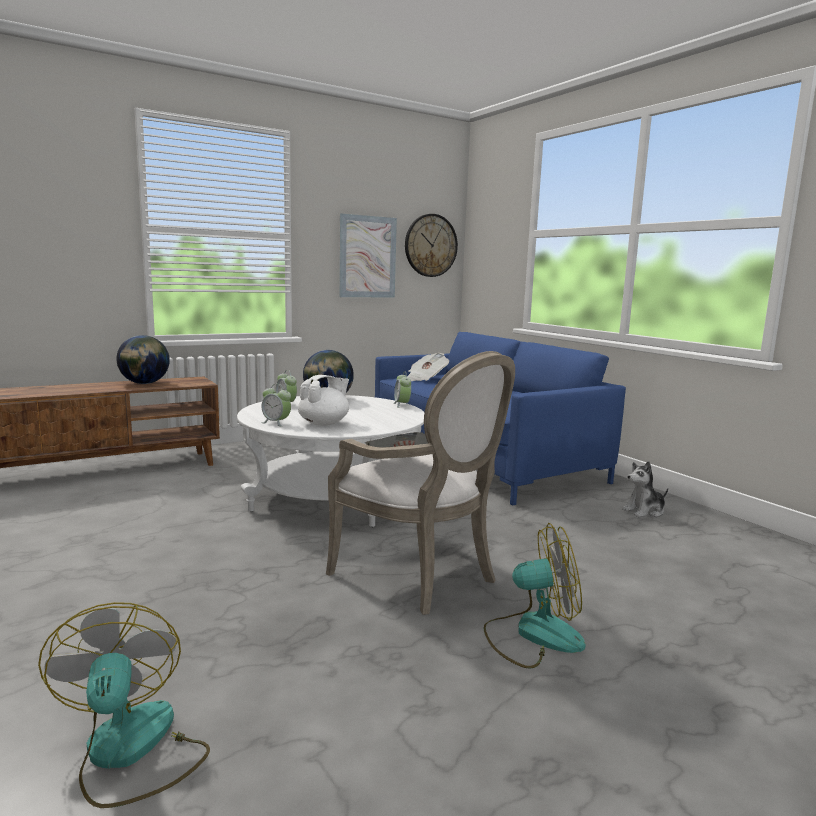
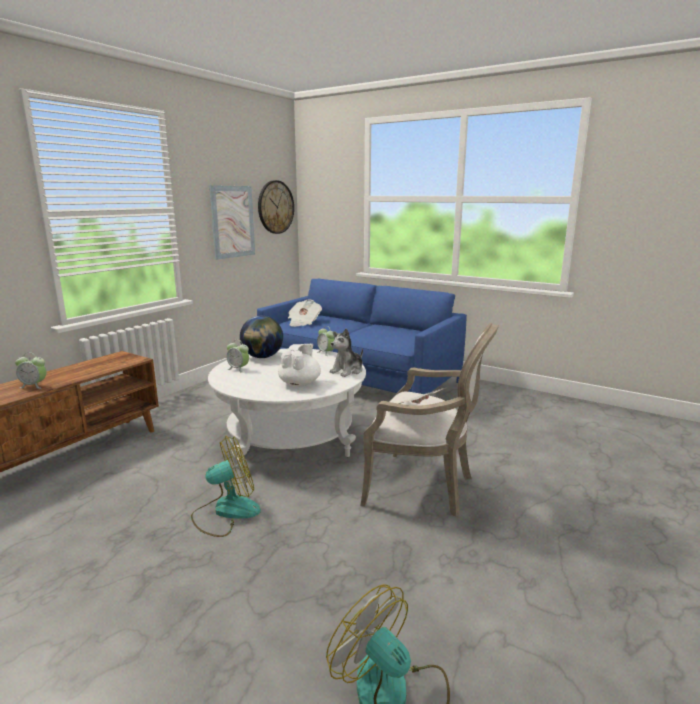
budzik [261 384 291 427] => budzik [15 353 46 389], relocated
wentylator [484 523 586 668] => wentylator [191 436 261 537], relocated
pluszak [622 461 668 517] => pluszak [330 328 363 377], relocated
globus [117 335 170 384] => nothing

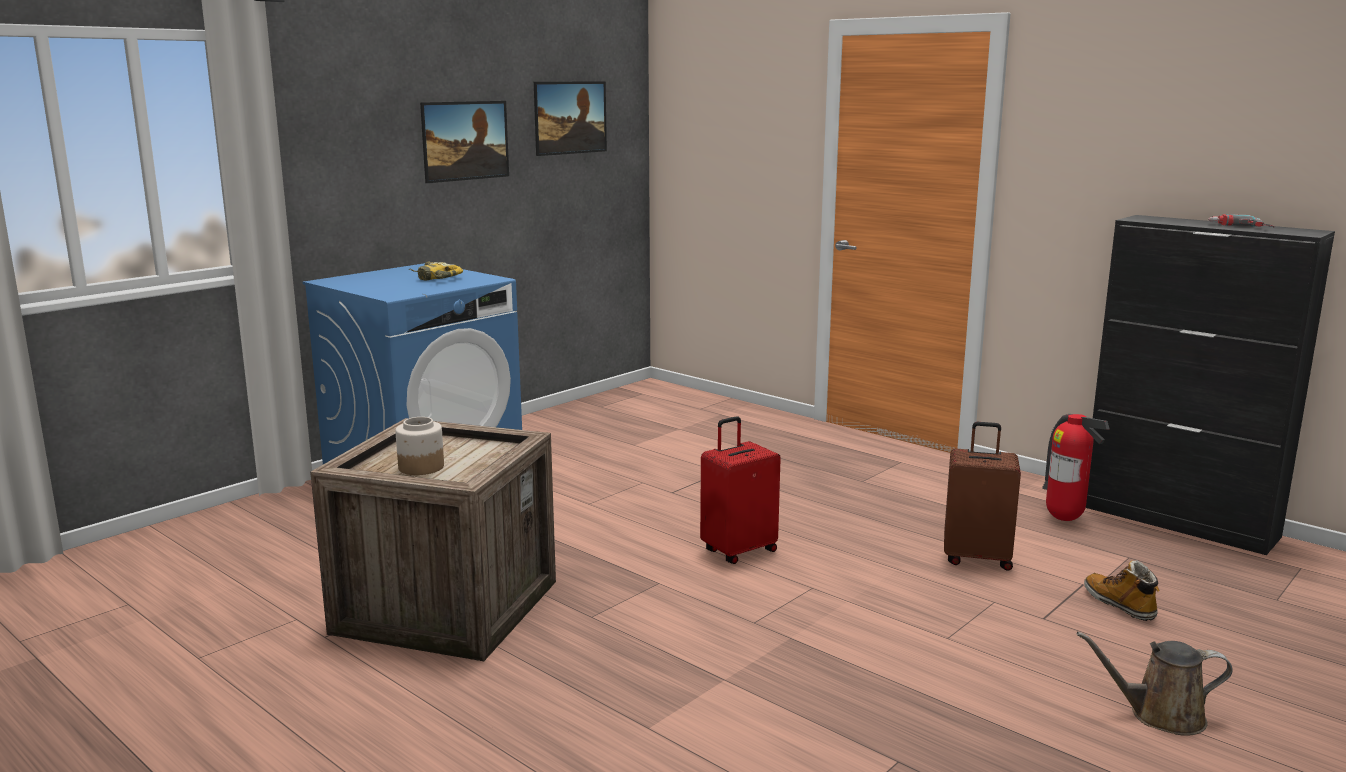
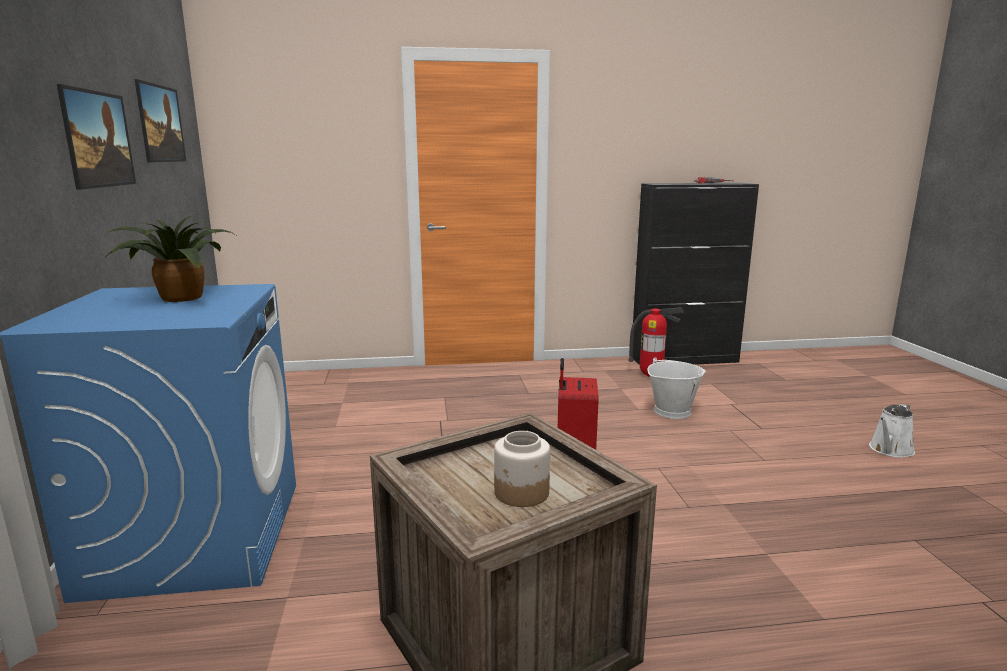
wiertarka [409 262 463 280] => roślina doniczkowa [104 215 236 302]
walizka [brązowy] [944 422 1021 571] => wiadro [biały] [647 357 706 419]
konewka [brązowy] [1077 632 1233 736] => konewka [biały] [869 404 915 458]
but z cholewką [1084 560 1160 621] => nothing

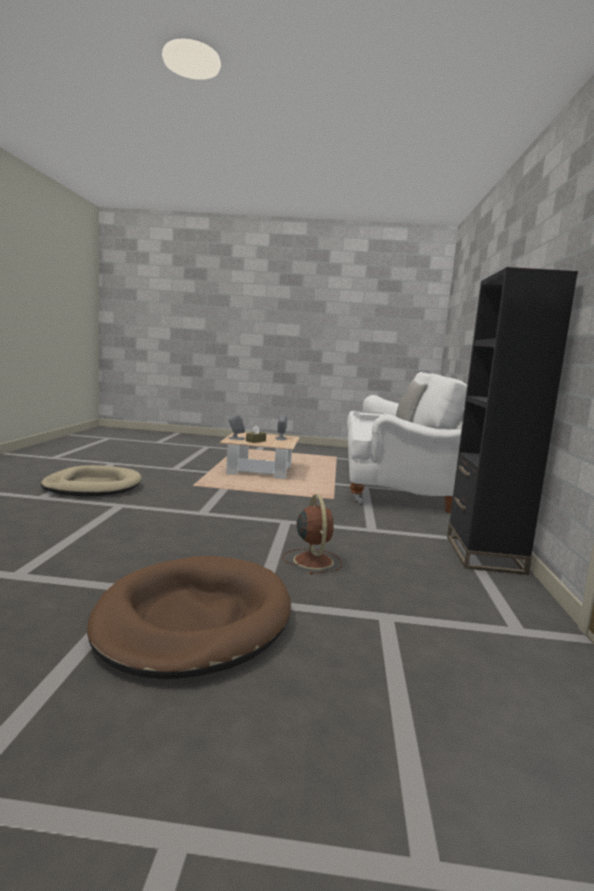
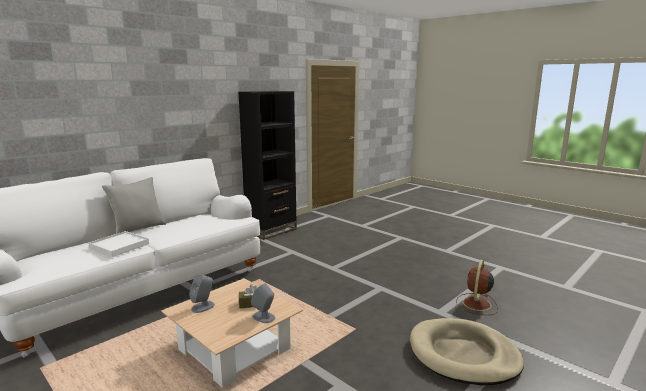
wentylator [brązowy] [283 494 342 575] => wentylator [brązowy] [456 260 498 315], relocated
legowisko [brązowy] [87 556 291 679] => nothing

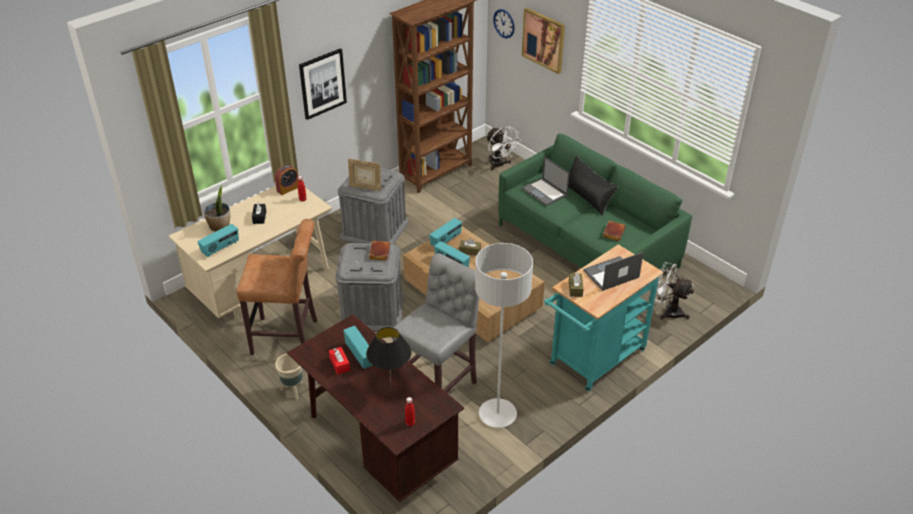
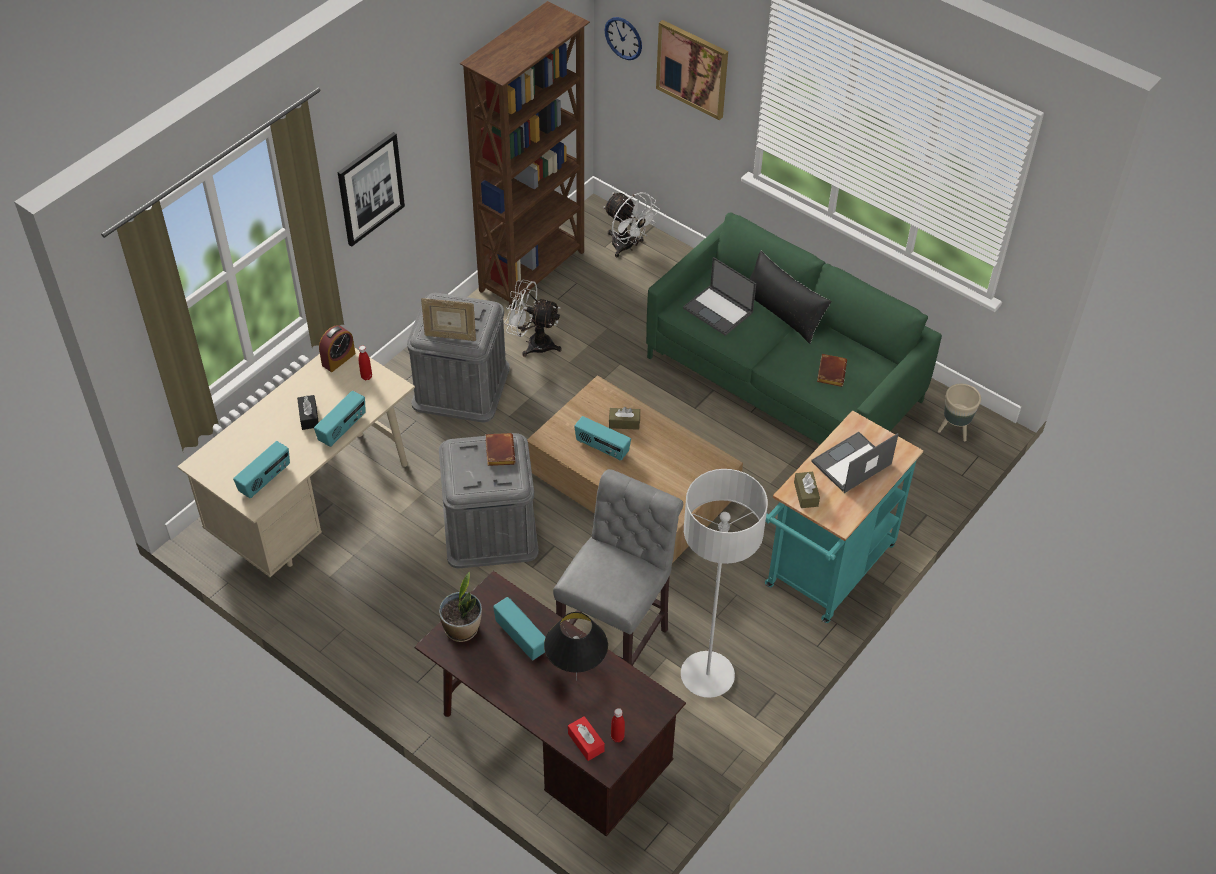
radio [429 218 462 246] => radio [314 391 366 447], relocated
roślina doniczkowa [204 185 230 232] => roślina doniczkowa [439 571 482 642], relocated
wentylator [biały] [655 262 694 320] => wentylator [biały] [504 280 562 357], relocated
pudełko chusteczek [czerwony] [329 347 350 374] => pudełko chusteczek [czerwony] [568 716 605 761], relocated
donica [beżowy] [275 354 303 400] => donica [beżowy] [938 384 981 442], relocated
stołek [brązowy] [237 219 317 355] => nothing

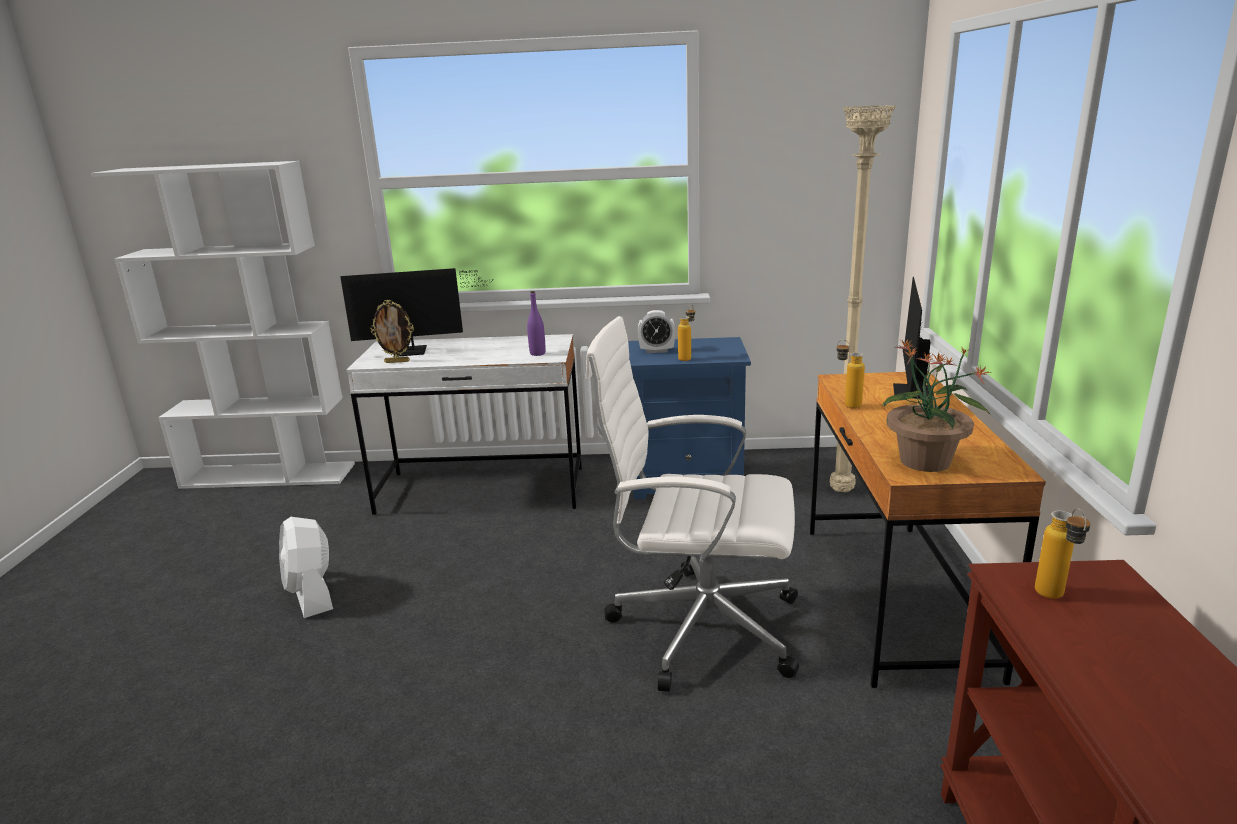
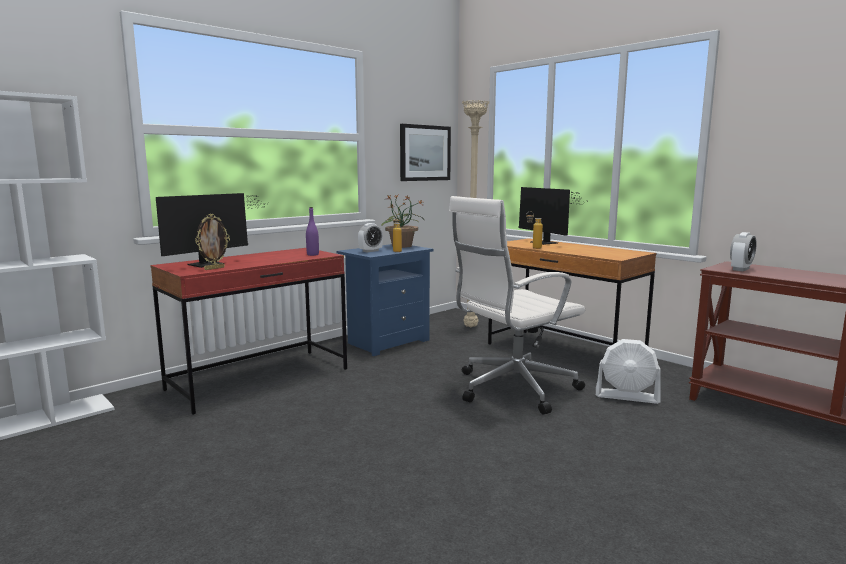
biurko [biały] [346 334 582 515] => biurko [czerwony] [150 248 347 415]
roślina doniczkowa [882 339 992 472] => roślina doniczkowa [381 194 424 248], relocated
nothing => obraz [400 124 451 181]
wentylator [biały] [279 517 333 618] => wentylator [biały] [596 339 661 404], relocated
butelka [1035 508 1091 599] => budzik [730 232 757 271]

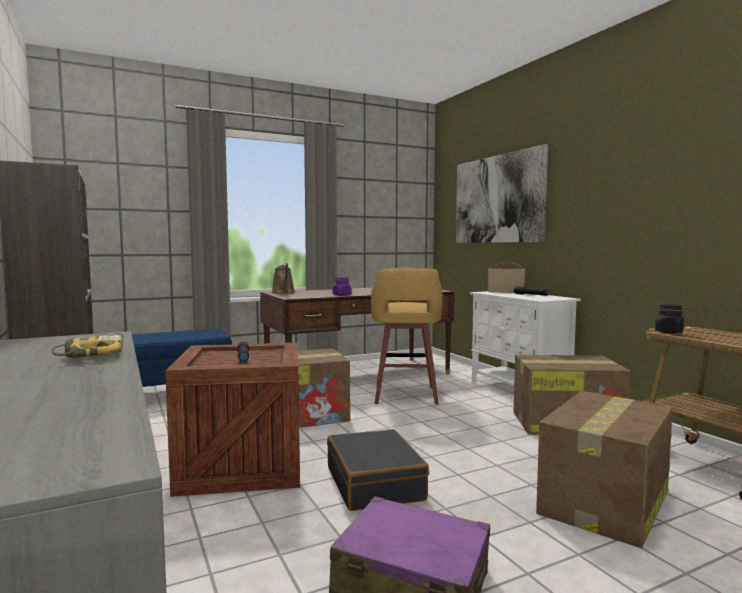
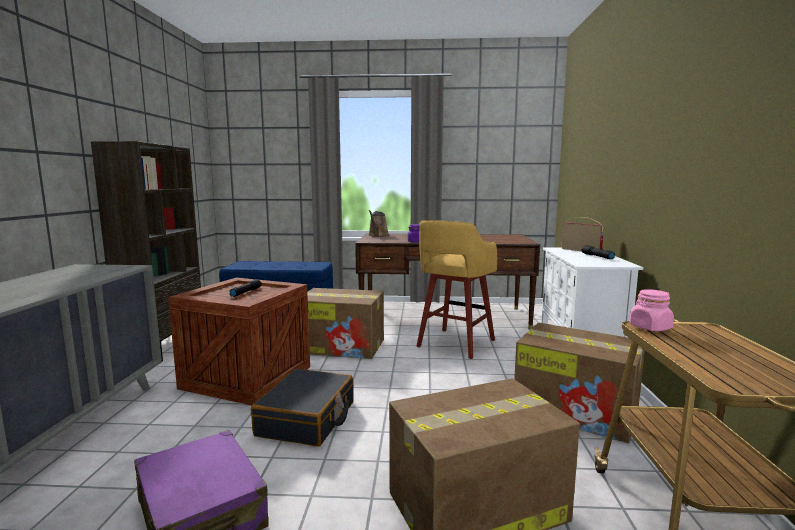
słoik [czarny] [655 304 684 333] => słoik [różowy] [629 289 674 331]
wiertarka [52 333 124 358] => nothing
obraz [456 144 548 243] => nothing

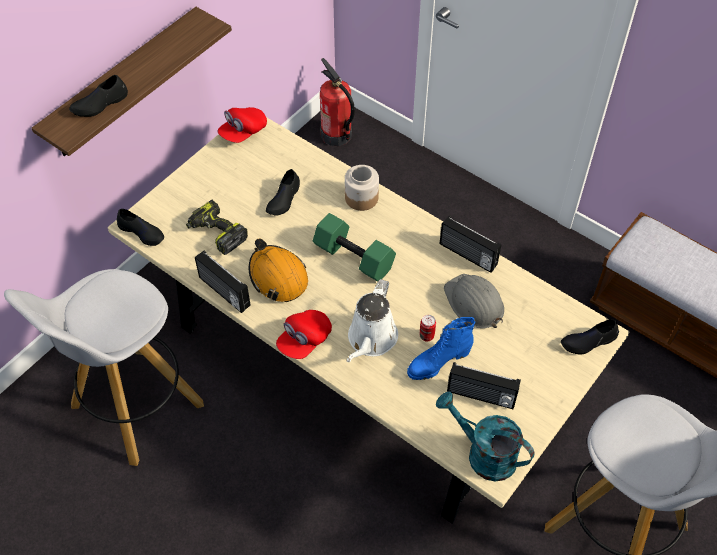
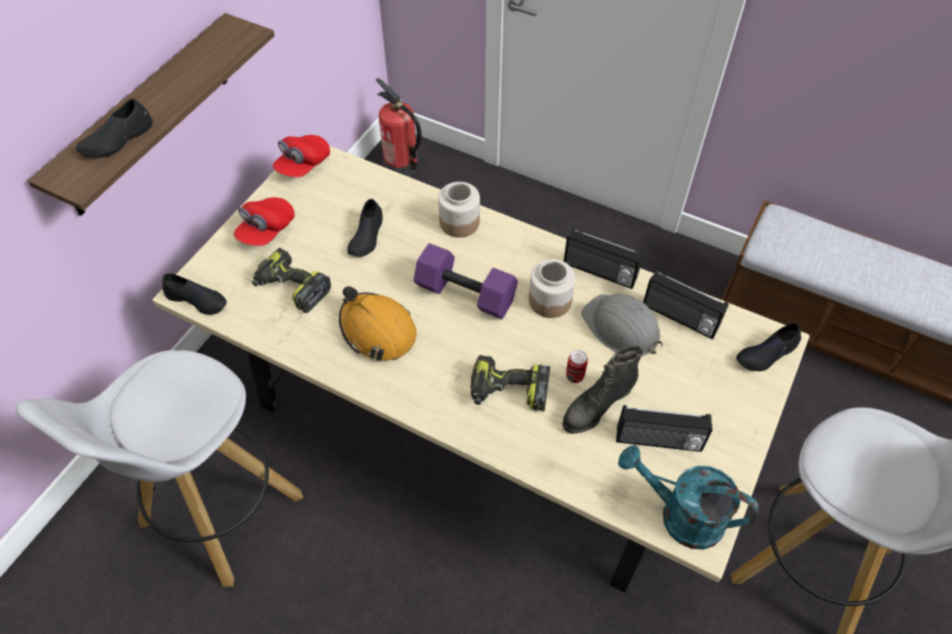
czapka z daszkiem [czerwony] [276 310 332 359] => czapka z daszkiem [czerwony] [234 197 294 246], relocated
hantel [zielony] [313 213 396 282] => hantel [fioletowy] [413 243 518 319]
konewka [biały] [346 279 398 362] => wiertarka [471 355 550 412]
nothing => słoik [529 259 575 318]
but z cholewką [niebieski] [407 317 476 380] => but z cholewką [czarny] [562 345 643 434]
radio [195 251 251 313] => radio [643 270 729 339], relocated

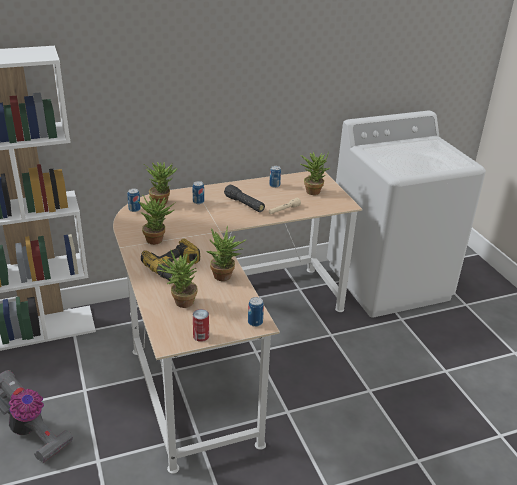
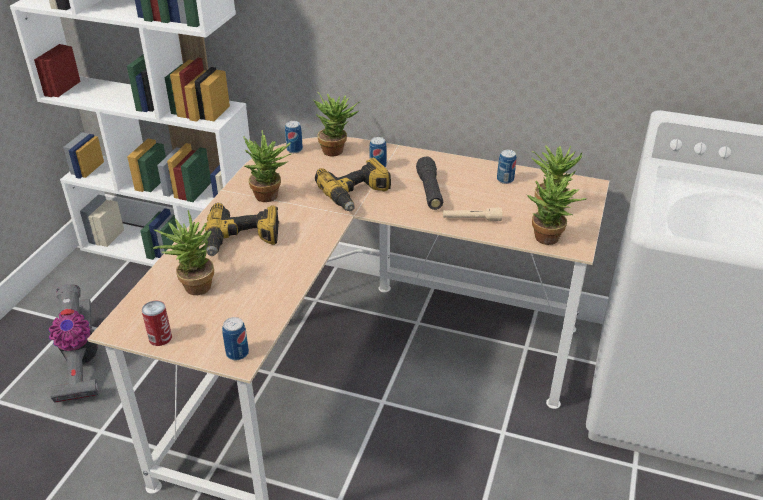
nothing => wiertarka [315 158 391 211]
roślina doniczkowa [206 226 247 281] => roślina doniczkowa [527 169 587 245], relocated

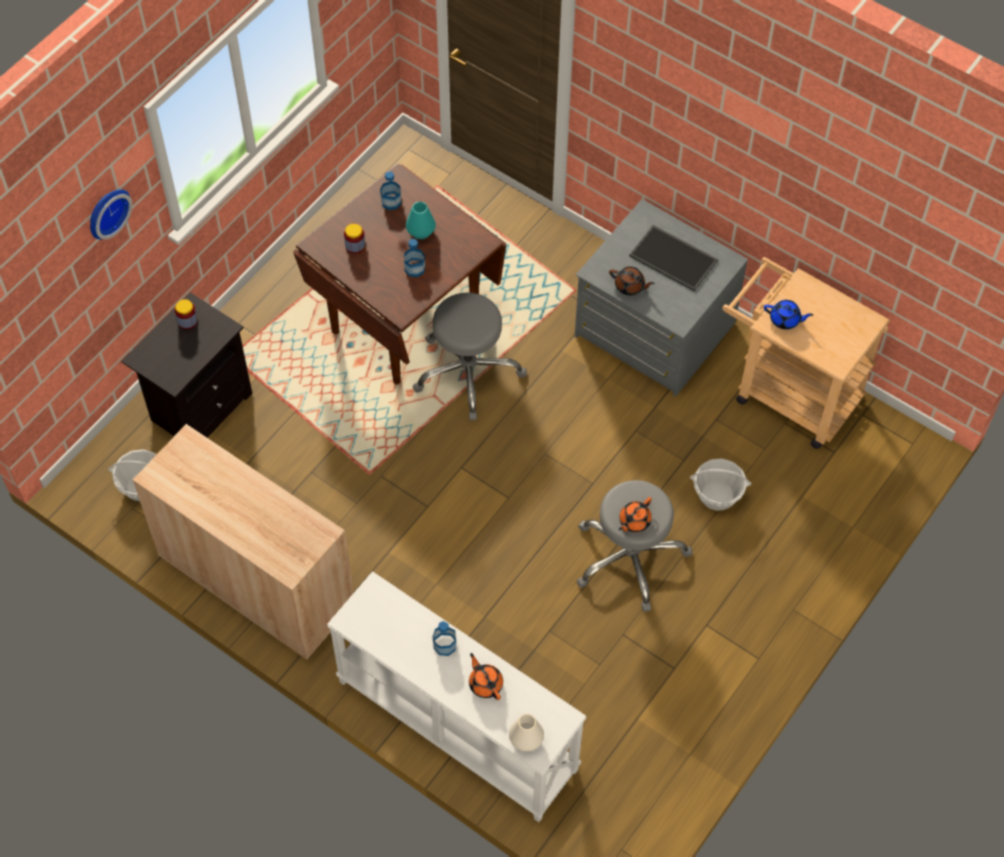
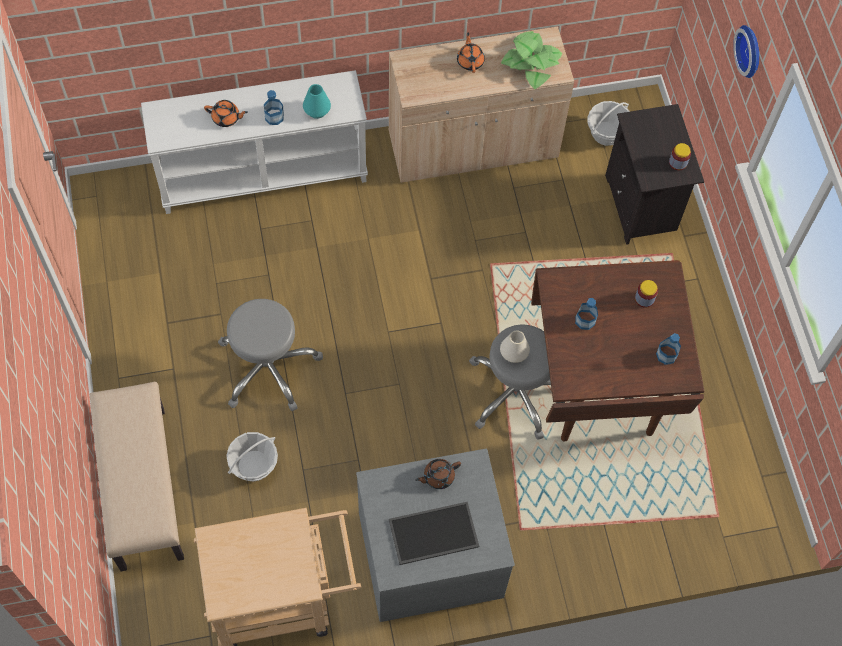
nothing => ławka [beżowy] [90 382 184 571]
wazon [turkusowy] [406 202 436 239] => wazon [turkusowy] [303 84 331 119], relocated
imbryk [pomarańczowy] [619 497 652 532] => imbryk [pomarańczowy] [457 33 485 73], relocated
wazon [biały] [509 714 544 751] => wazon [biały] [500 330 530 363], relocated
nothing => roślina doniczkowa [501 31 563 89]
imbryk [niebieski] [764 300 813 329] => nothing

